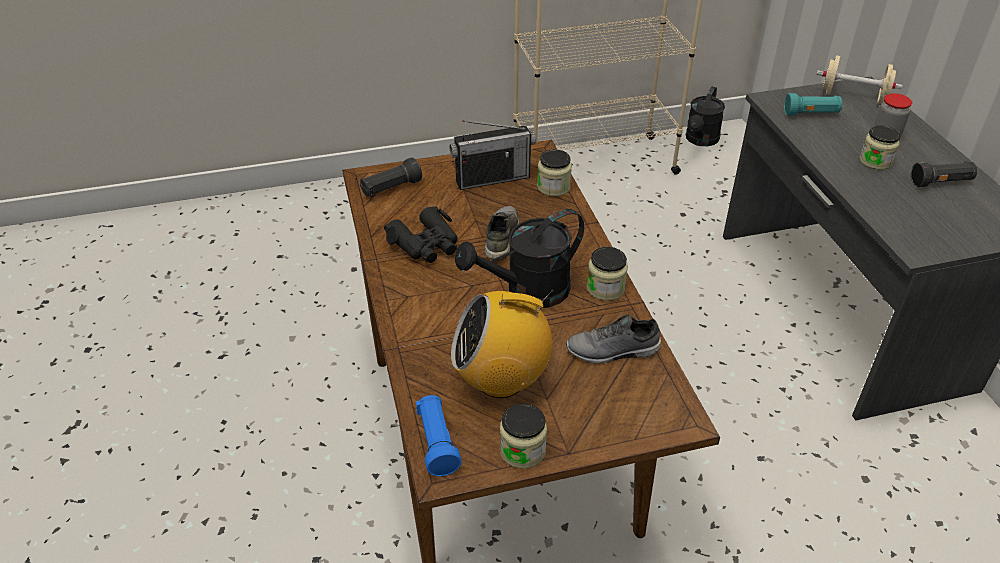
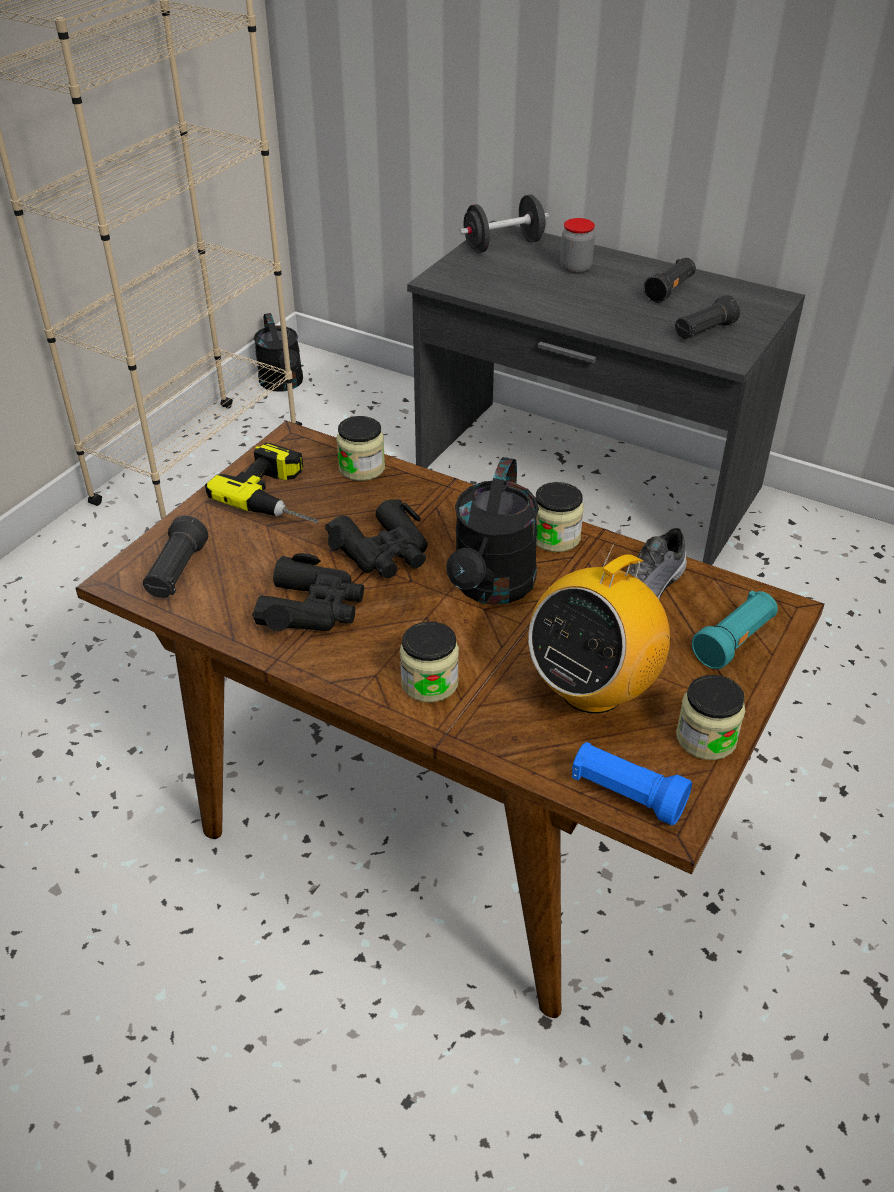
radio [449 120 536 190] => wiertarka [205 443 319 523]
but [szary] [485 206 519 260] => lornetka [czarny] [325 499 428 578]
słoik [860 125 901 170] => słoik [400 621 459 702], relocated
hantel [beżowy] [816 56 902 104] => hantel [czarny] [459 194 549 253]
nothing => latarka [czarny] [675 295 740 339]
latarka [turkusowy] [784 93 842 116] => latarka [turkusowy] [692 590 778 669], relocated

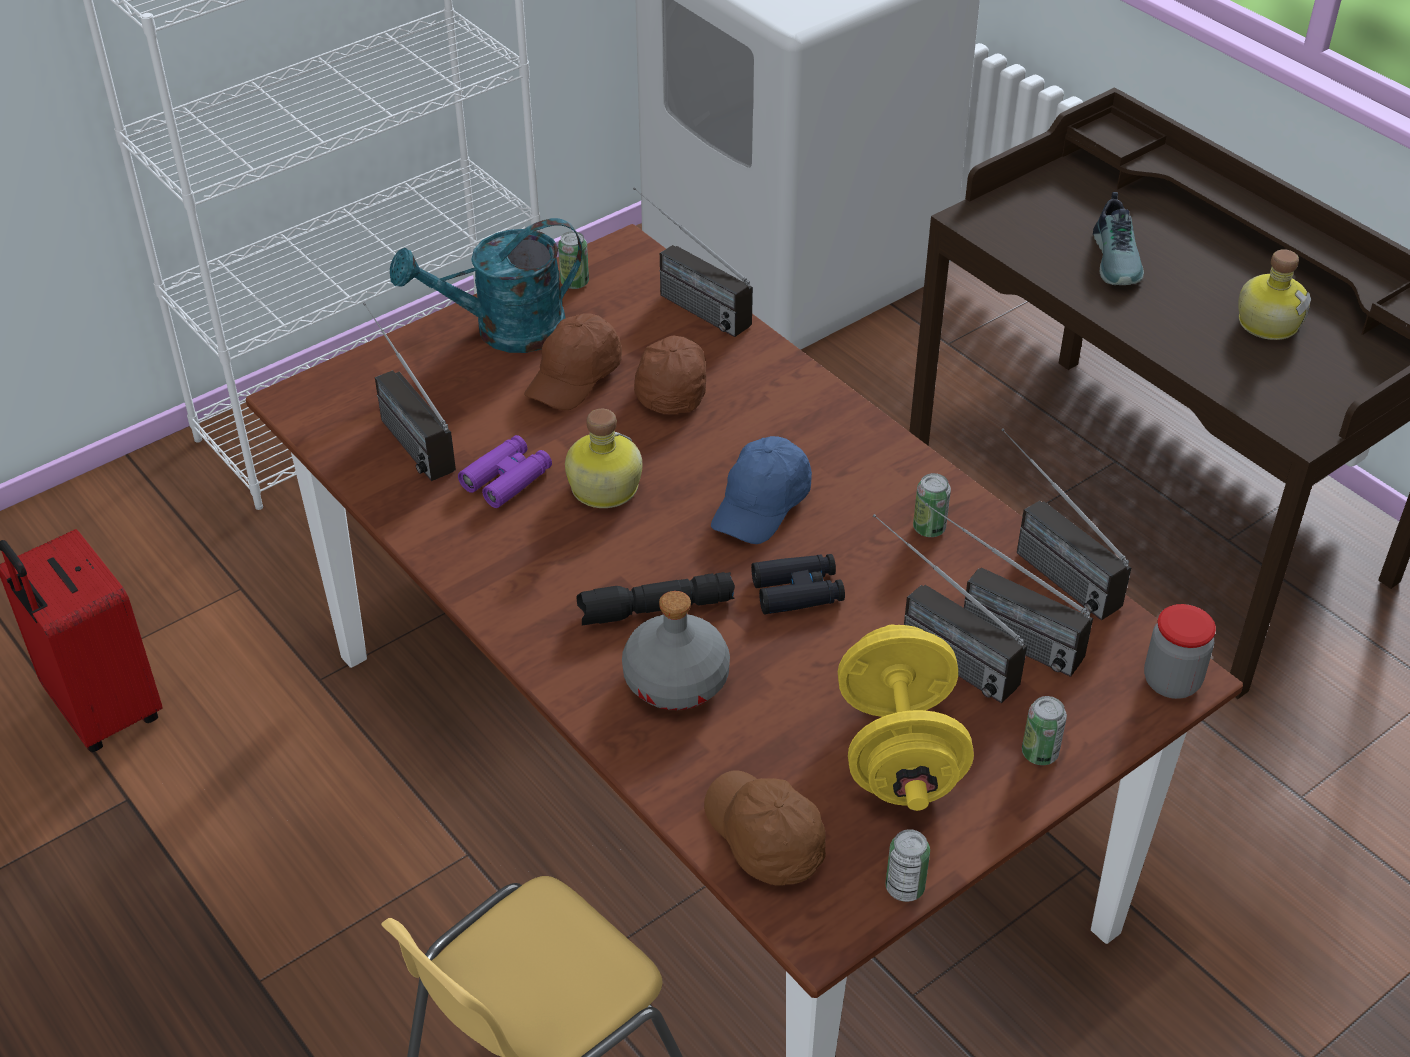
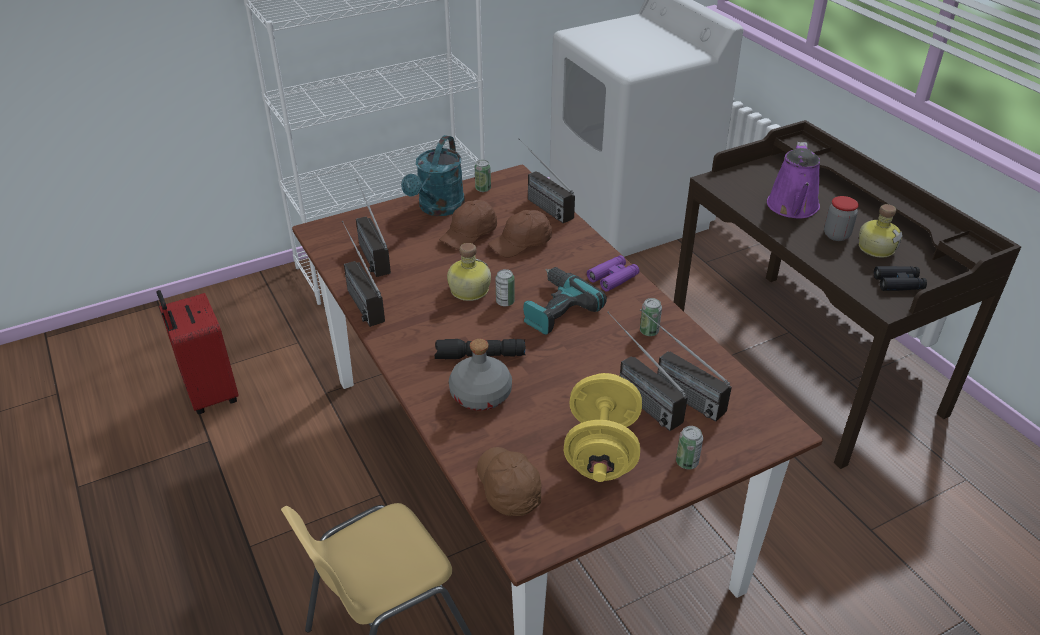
radio [1001 428 1131 620] => radio [342 221 385 327], relocated
konewka [turkusowy] [390 218 582 353] => konewka [turkusowy] [401 135 465 216], 60 degrees counterclockwise
czapka z daszkiem [brązowy] [634 336 707 414] => czapka z daszkiem [brązowy] [488 210 552 258], 135 degrees counterclockwise
puszka [886 829 930 902] => puszka [496 269 515 306], relocated
czapka z daszkiem [niebieski] [711 436 812 544] => wiertarka [523 267 607 335]
lornetka [fioletowy] [458 435 552 508] => lornetka [fioletowy] [587 255 640 292], relocated
but [1093 192 1144 285] => konewka [fioletowy] [767 142 820 218]
słoik [1144 604 1216 699] => słoik [824 196 859 241], relocated
lornetka [czarny] [751 554 845 614] => lornetka [czarny] [874 266 927 291], relocated

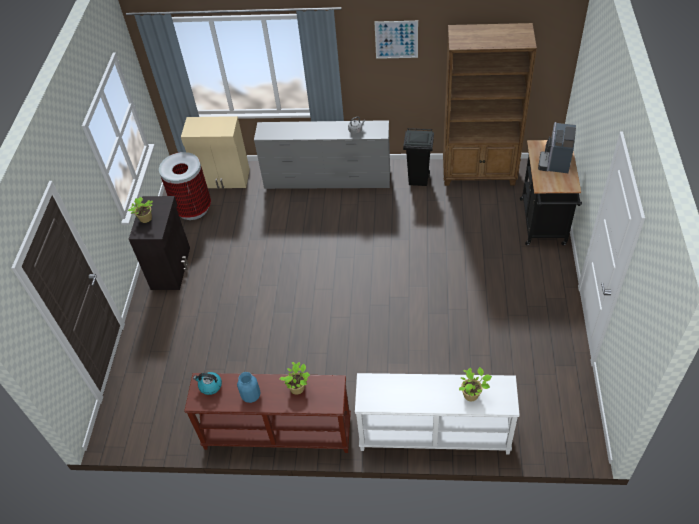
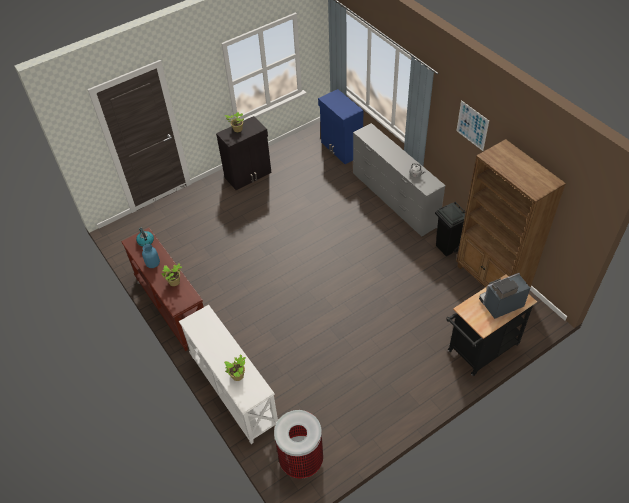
kosz na śmieci [159 152 211 220] => kosz na śmieci [274 410 323 479], relocated
szafka [beżowy] [181 116 250 189] => szafka [niebieski] [318 89 364 164]

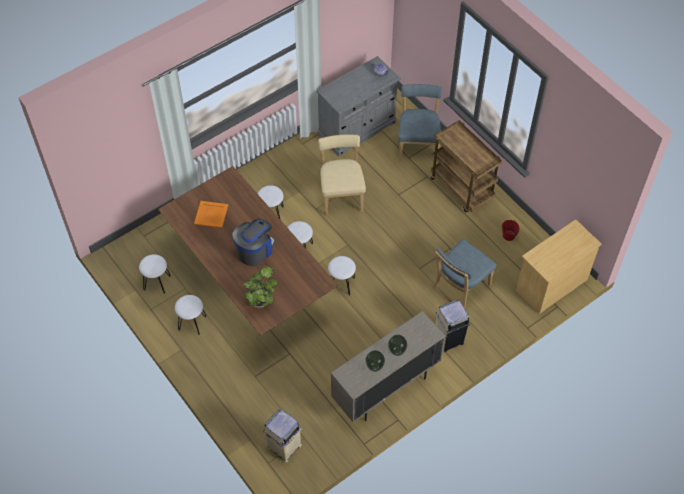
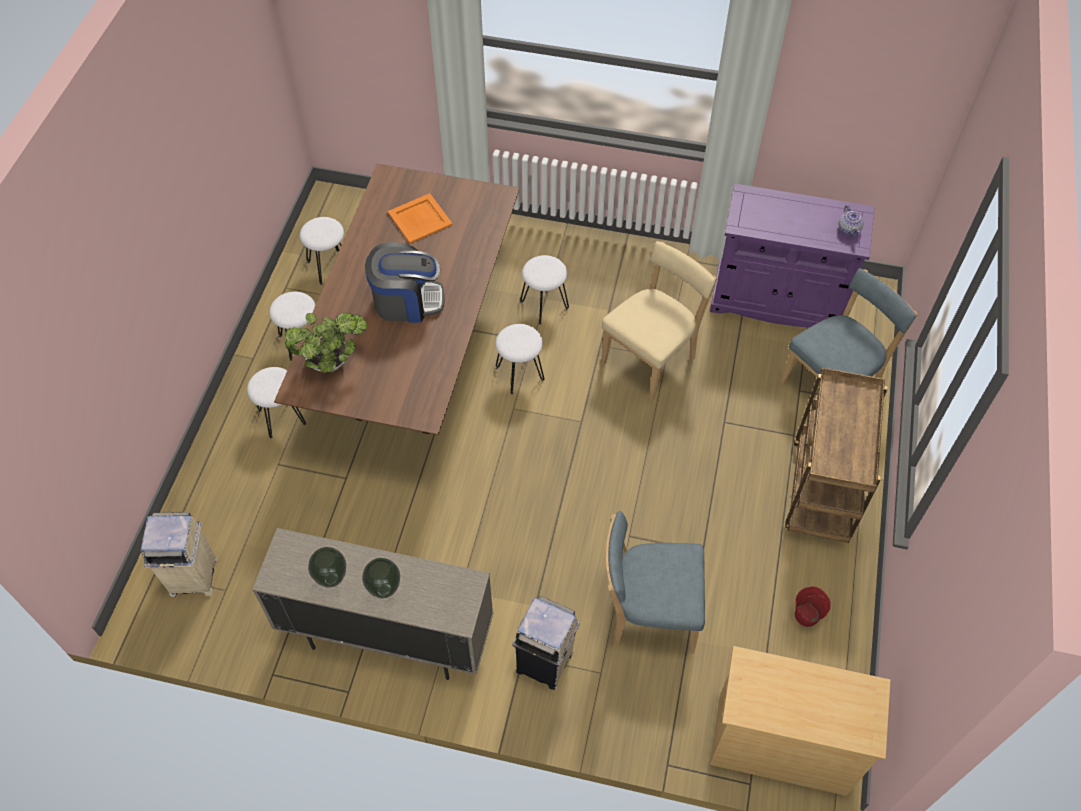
stołek [biały] [328 256 356 296] => stołek [biały] [247 367 306 438], relocated
szafka [szary] [316 56 401 157] => szafka [fioletowy] [710 183 874 328]

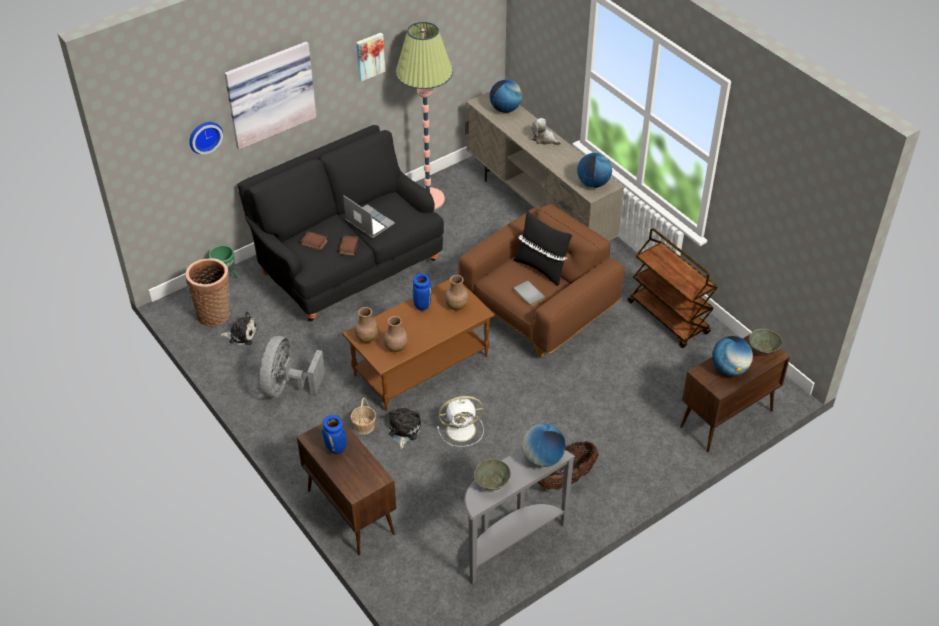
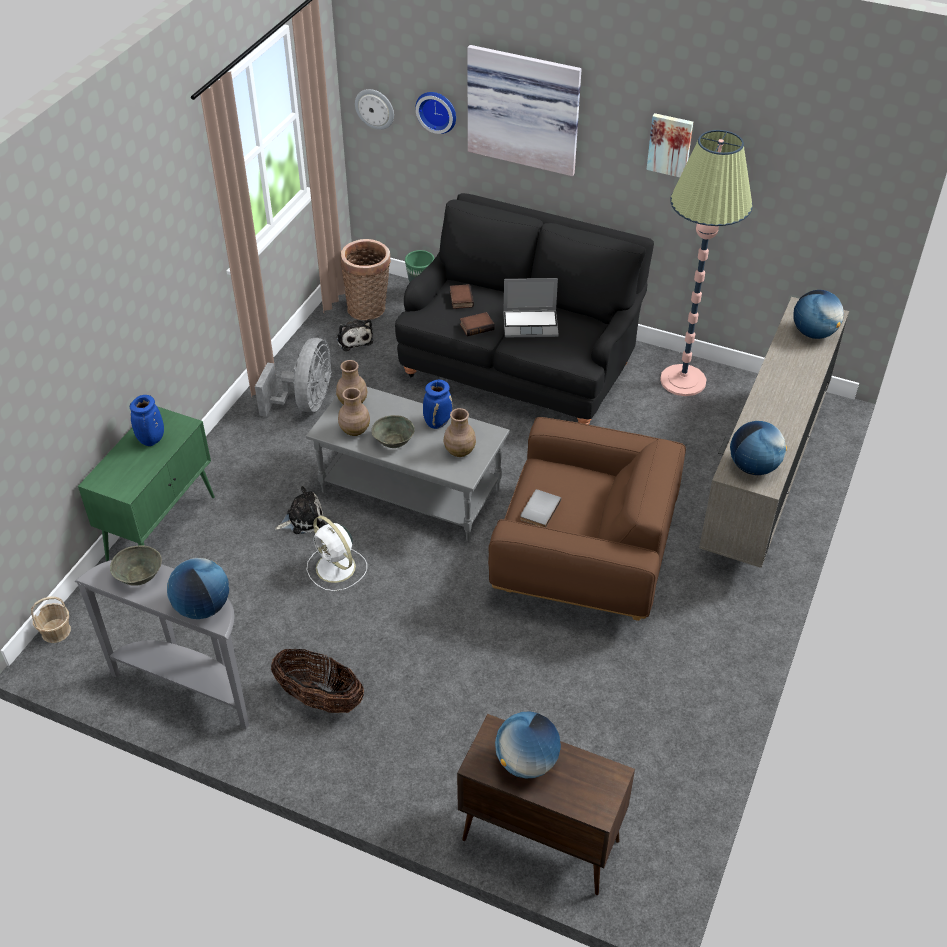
koszyk [351 398 376 435] => koszyk [31 597 71 643], relocated
szafka [brązowy] [297 415 396 555] => szafka [zielony] [78 406 215 561]
wentylator [szary] [259 336 325 397] => wentylator [szary] [255 338 332 417], 120 degrees clockwise
ława [brązowy] [342 279 495 411] => ława [szary] [306 387 510 541]
nothing => zegar ścienny [355 89 394 130]
miska [szary] [749 329 782 355] => miska [szary] [371 415 415 448], relocated
laptop [343 195 395 238] => laptop [503 278 559 337], 75 degrees clockwise
poduszka [czarny] [513 211 572 286] => nothing
pluszak [532 118 562 145] => nothing
wózek [brązowy] [628 228 718 348] => nothing

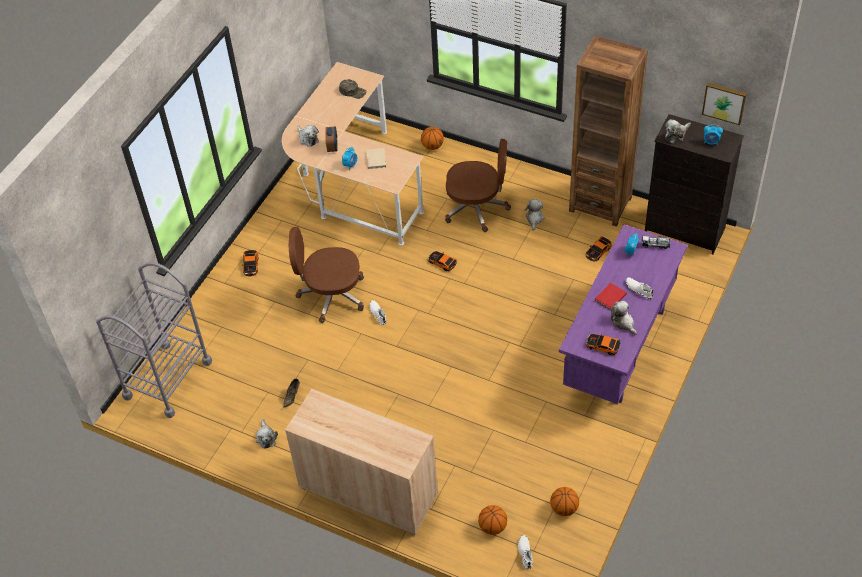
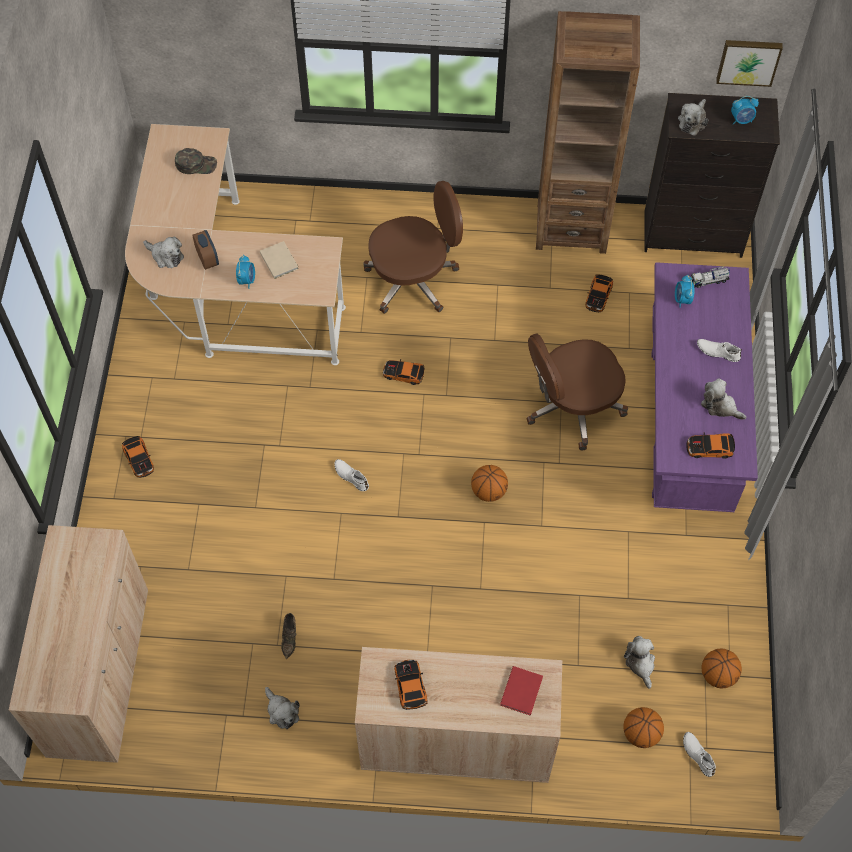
wózek [szary] [96 262 212 418] => szafka [beżowy] [9 525 148 763]
nothing => samochodzik [394 660 427 710]
piłka do koszykówki [421 127 444 150] => piłka do koszykówki [471 465 508 502], relocated
książka [czerwony] [595 283 627 310] => książka [czerwony] [500 666 543 716], relocated
krzesło biurowe [brązowy] [289 227 364 323] => krzesło biurowe [brązowy] [526 333 628 450], relocated
pluszak [524 199 544 231] => pluszak [624 636 655 689], relocated

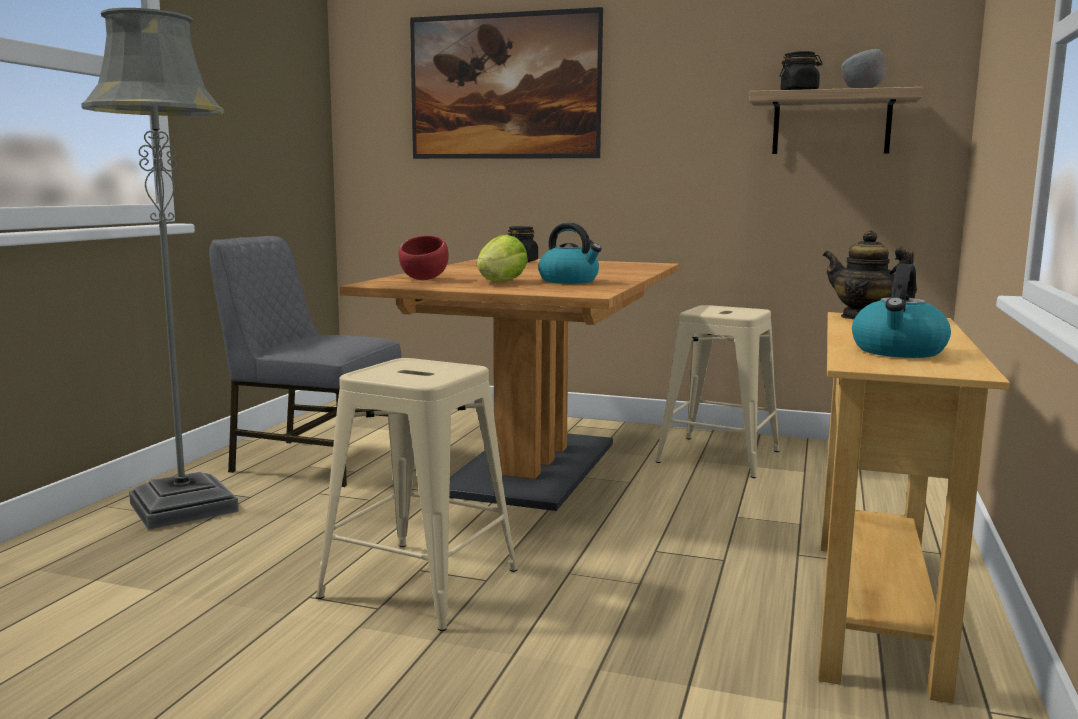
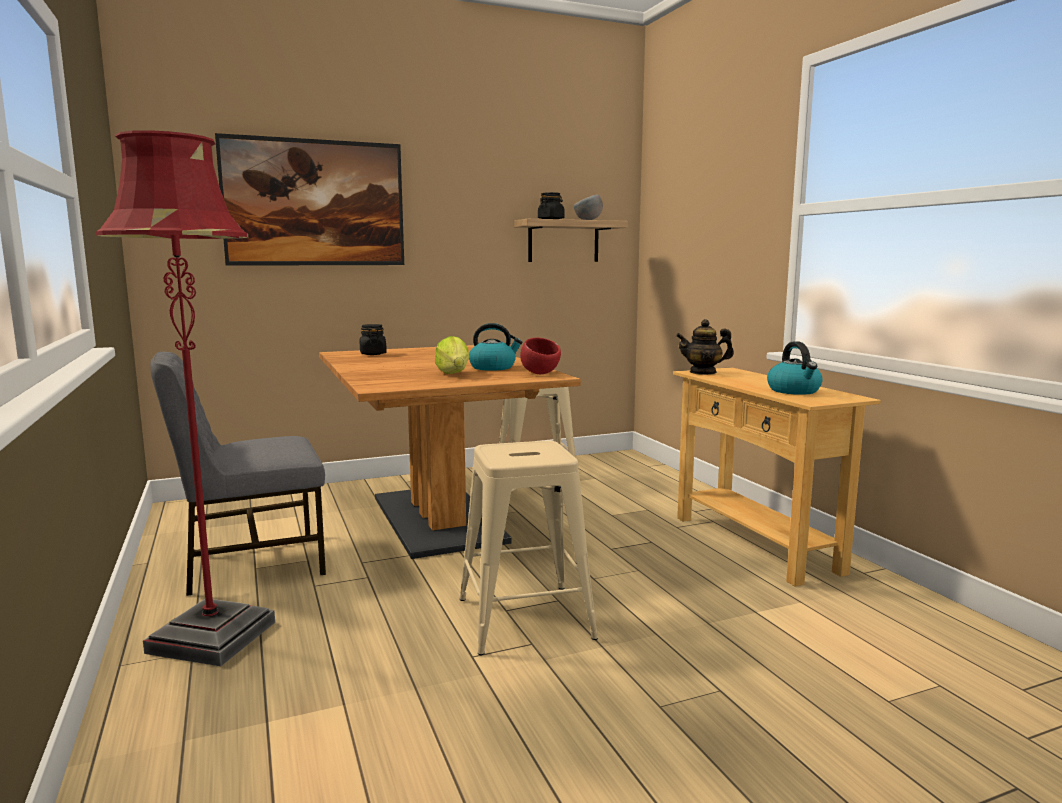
lampa stojąca [szary] [81 8 239 530] => lampa stojąca [czerwony] [96 130 275 666]
miska [czerwony] [398 236 449 280] => miska [czerwony] [520 338 561 374], relocated

